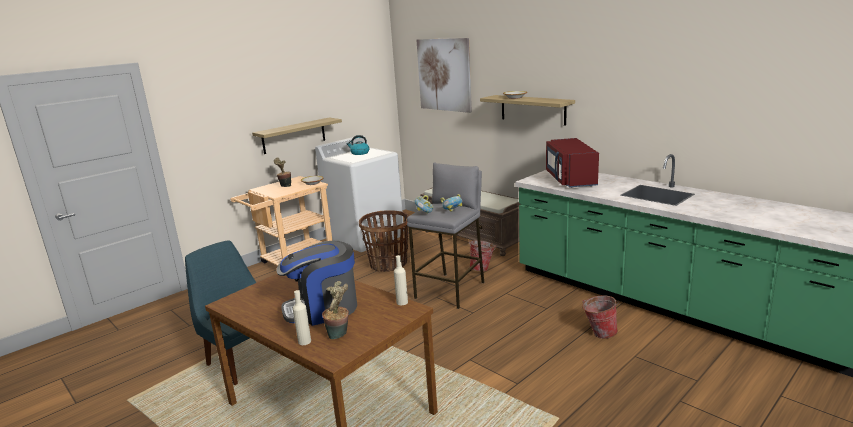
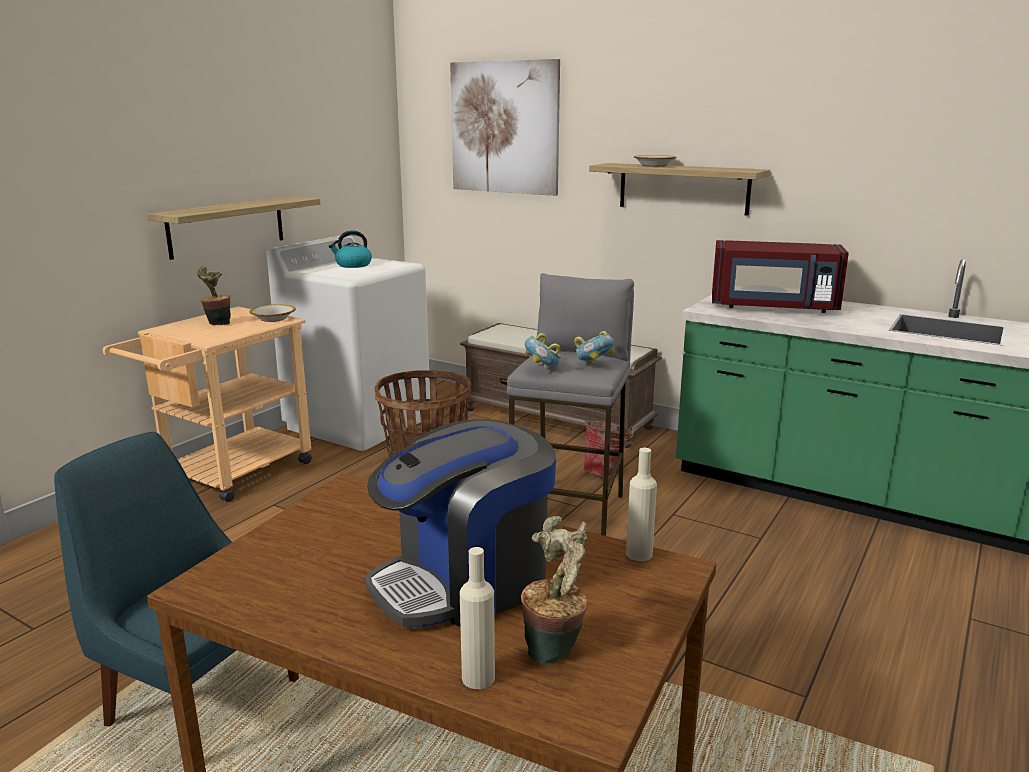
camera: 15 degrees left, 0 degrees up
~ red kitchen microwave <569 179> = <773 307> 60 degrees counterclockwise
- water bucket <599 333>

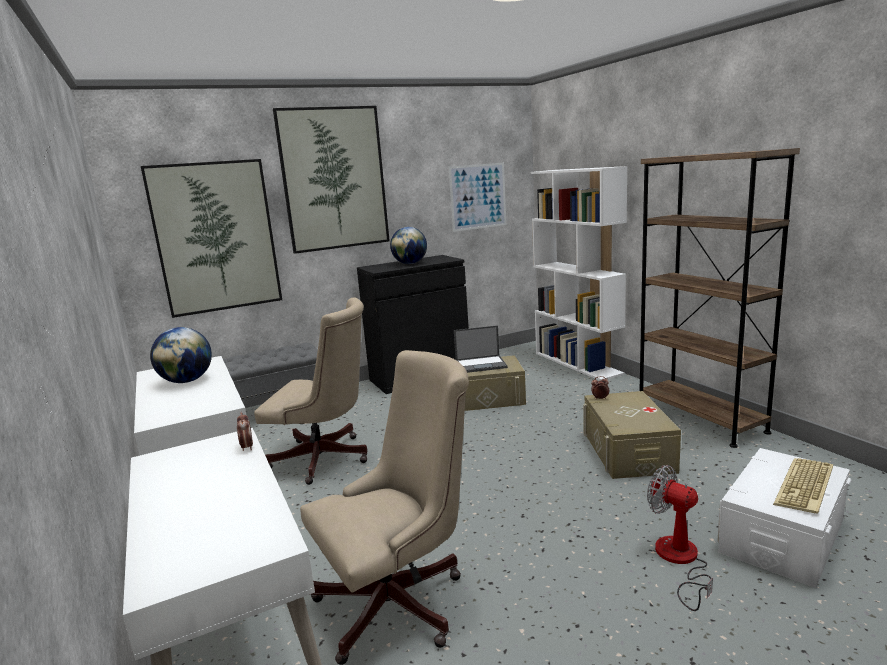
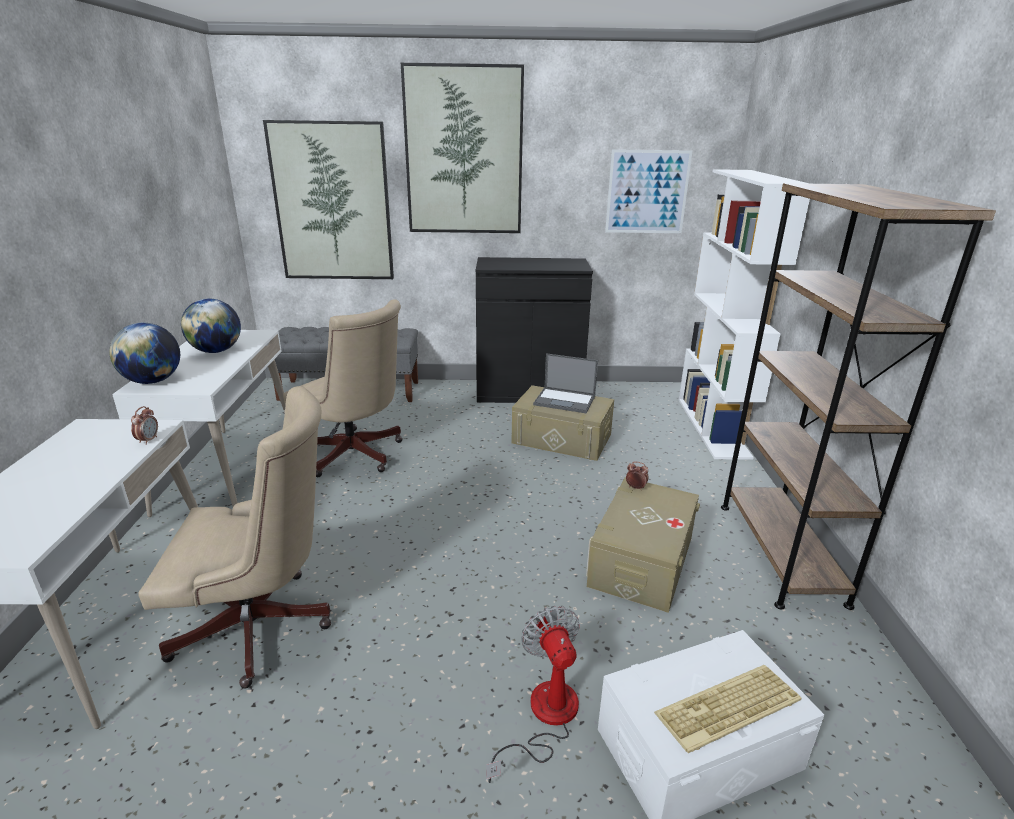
camera: 25 degrees right, 10 degrees up
~ globe <410 263> to <153 381>

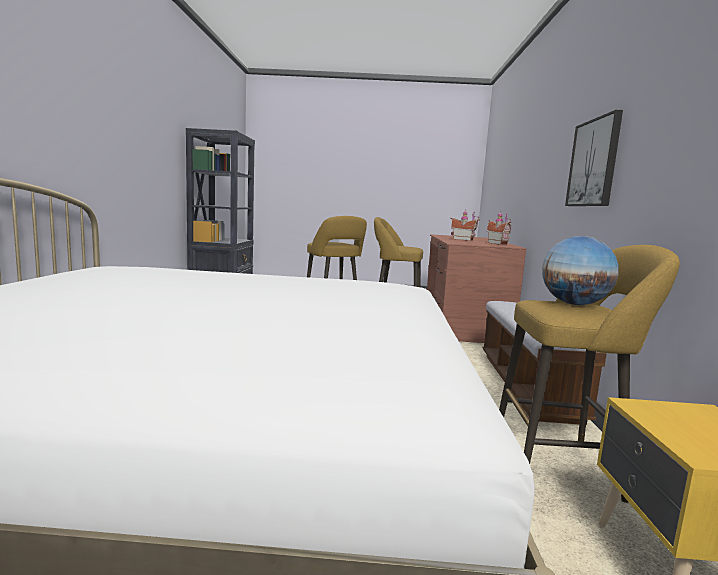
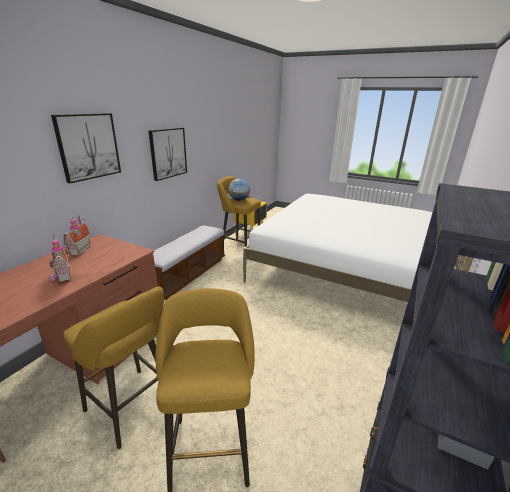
camera: 155 degrees left, 15 degrees up
+ picture <88 146>

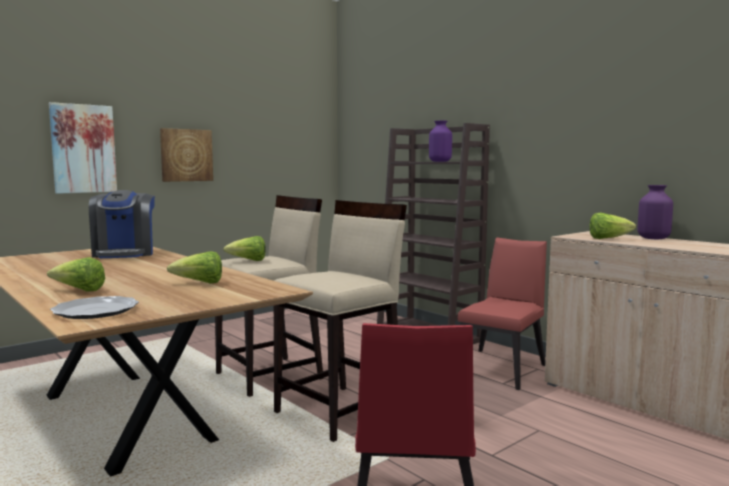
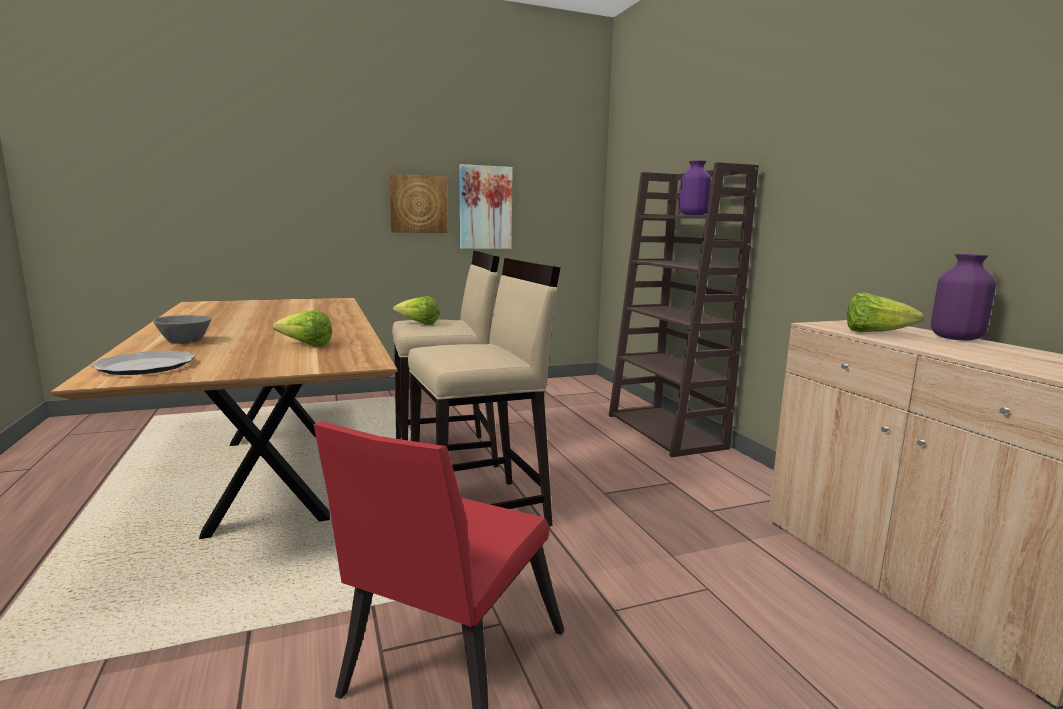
camera: 20 degrees right, 5 degrees up
~ picture <83 149> to <485 207>
- coffee brewer <124 254>
- red chair <501 367>
~ lettuce <79 291> to grey deep dish <184 342>

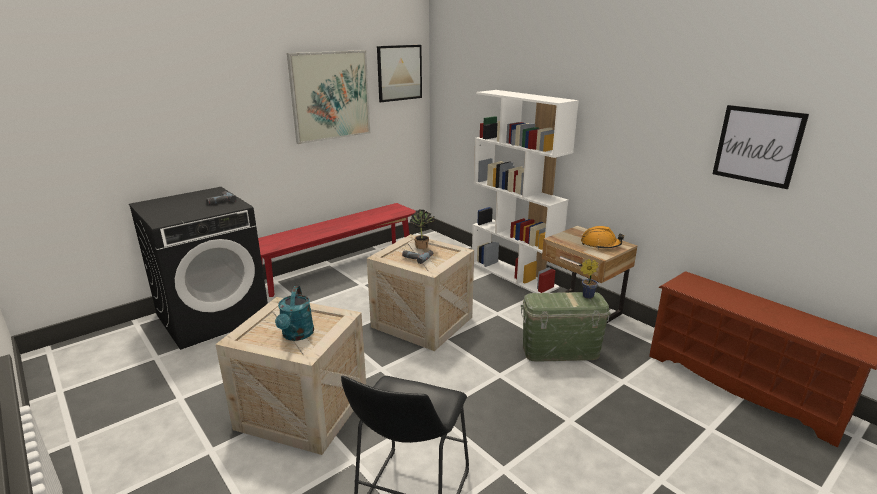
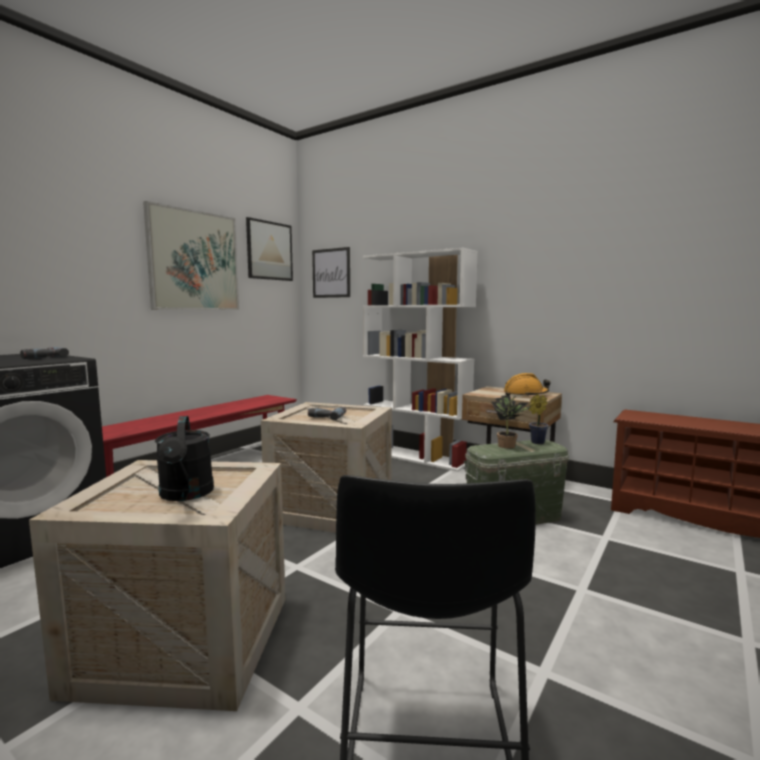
camera: 15 degrees left, 15 degrees down
~ picture <757 146> to <331 273>
~ plant in a pot <423 246> to <509 446>
~ blue-green watering pot <297 335> to black-coloured watering pot <186 494>

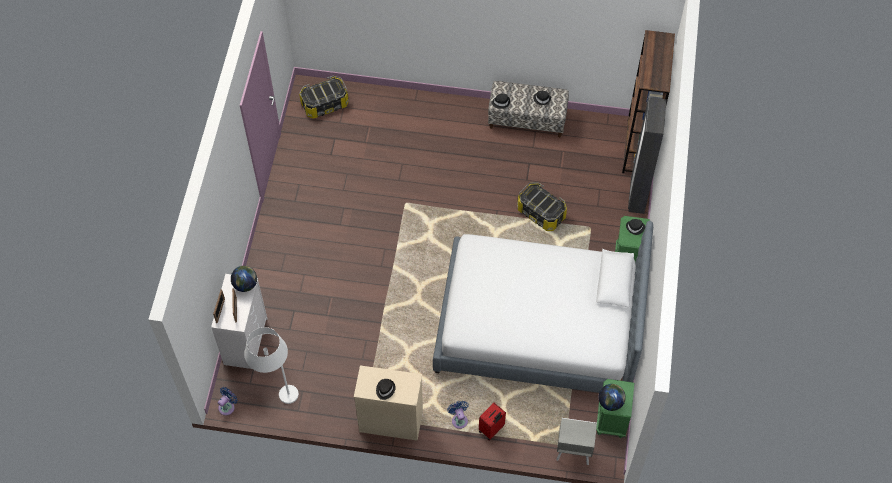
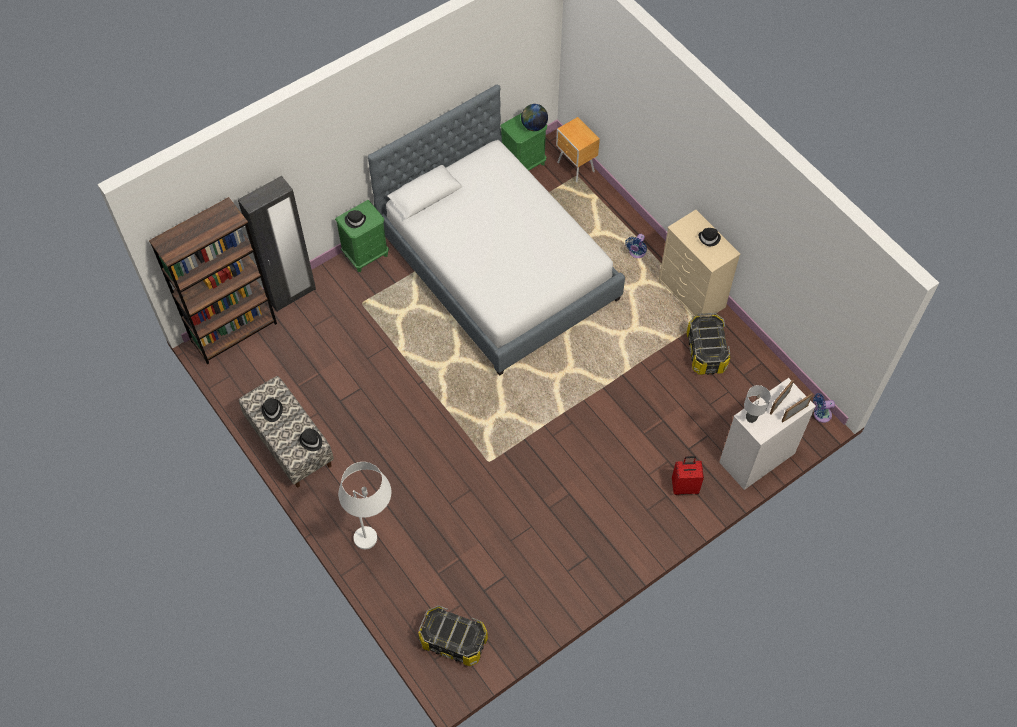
camera: 135 degrees left, 0 degrees up
~ storage bin <541 213> to <705 352>
~ globe <245 284> to grey tabletop lamp <750 418>
~ whitish standing lamp <278 397> to <376 544>
~ red piece of luggage <491 429> to <685 486>
~ grey nightstand <572 451> to brown nightstand <576 168>

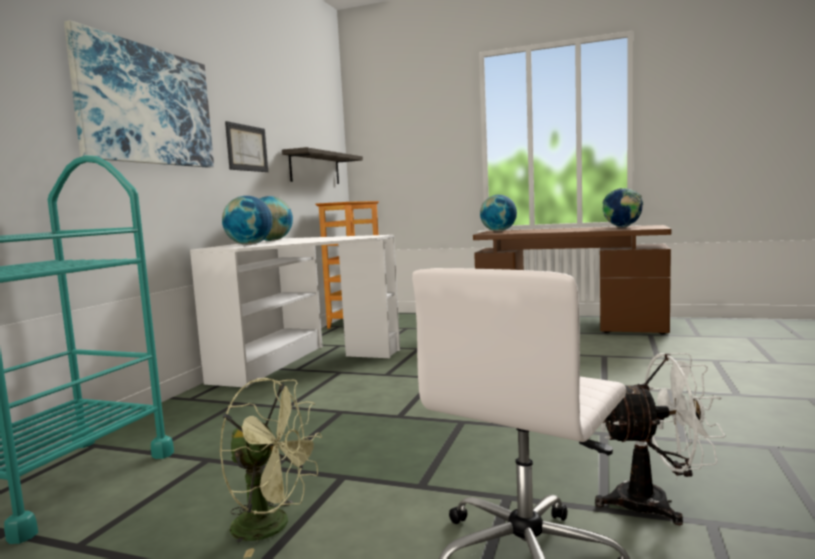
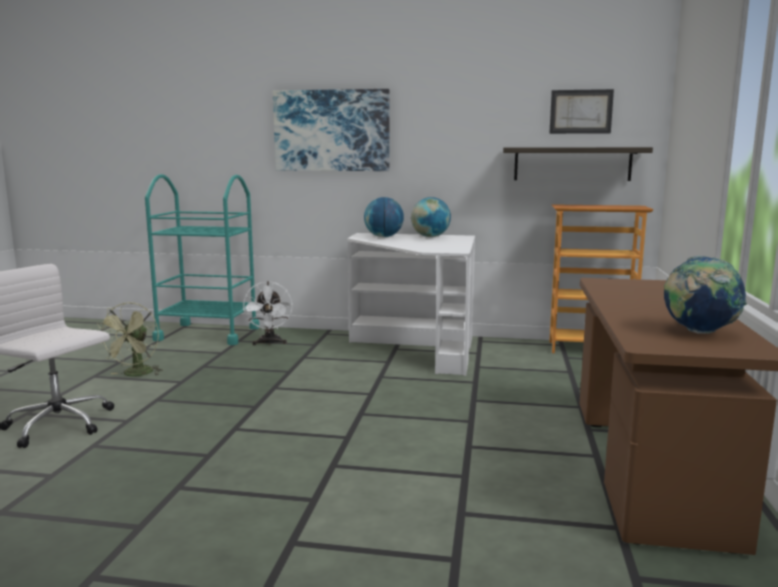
camera: 80 degrees right, 5 degrees up
~ picture <246 148> to <581 111>
- globe <498 231>
~ whitish fan <656 503> to <269 343>

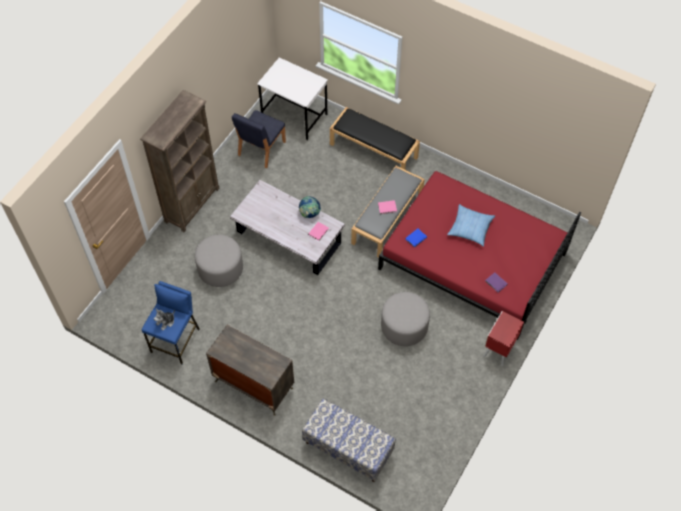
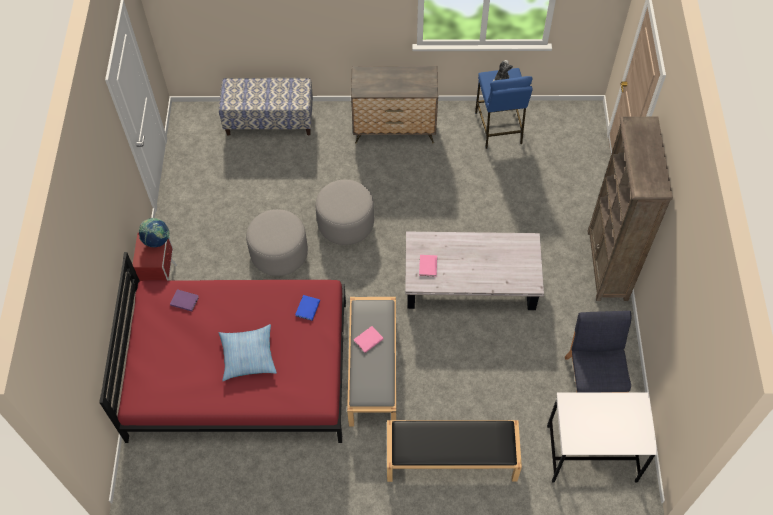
camera: 150 degrees right, 0 degrees up
~ globe <309 214> to <157 241>
~ grey pouffe <220 268> to <345 223>

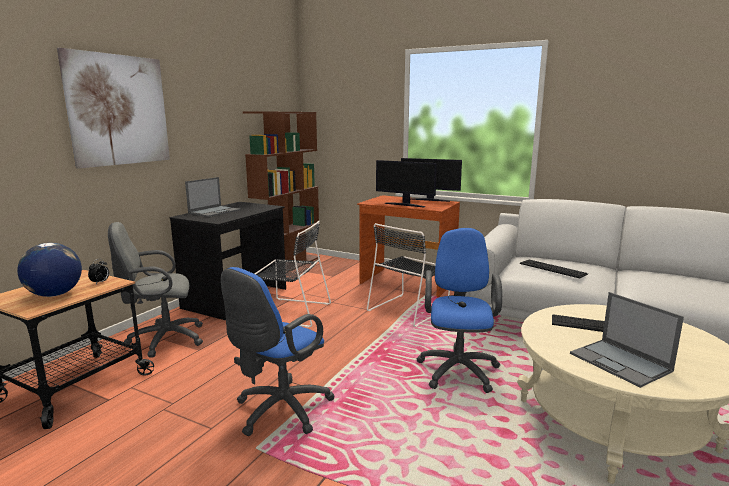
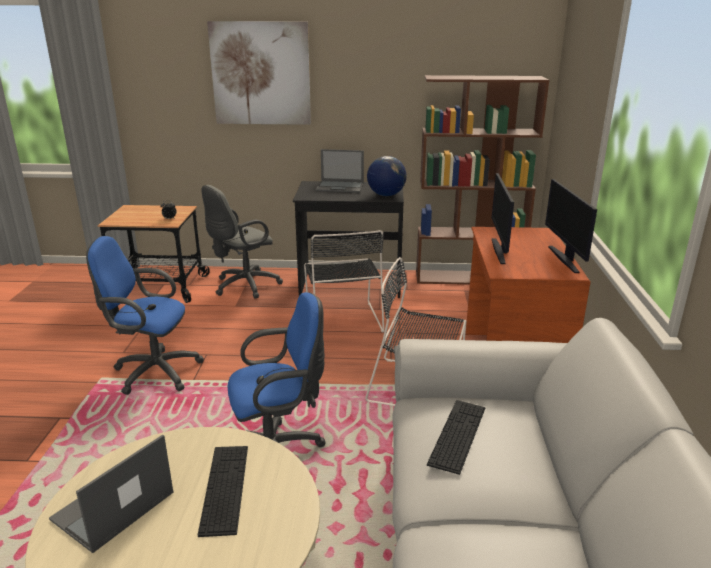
camera: 65 degrees right, 10 degrees up
~ grey desk chair <162 340> = <243 286> 90 degrees counterclockwise
~ globe <54 294> to <386 195>

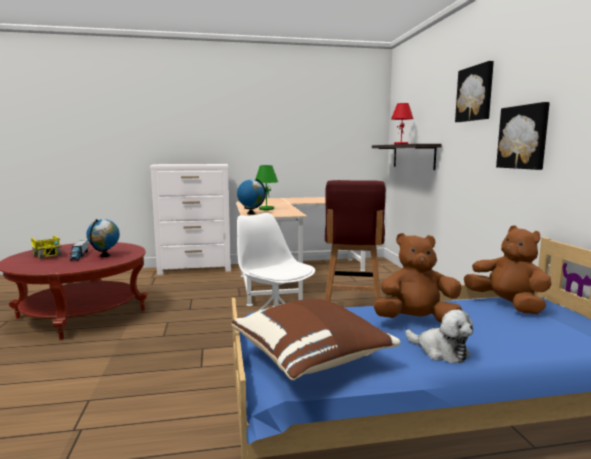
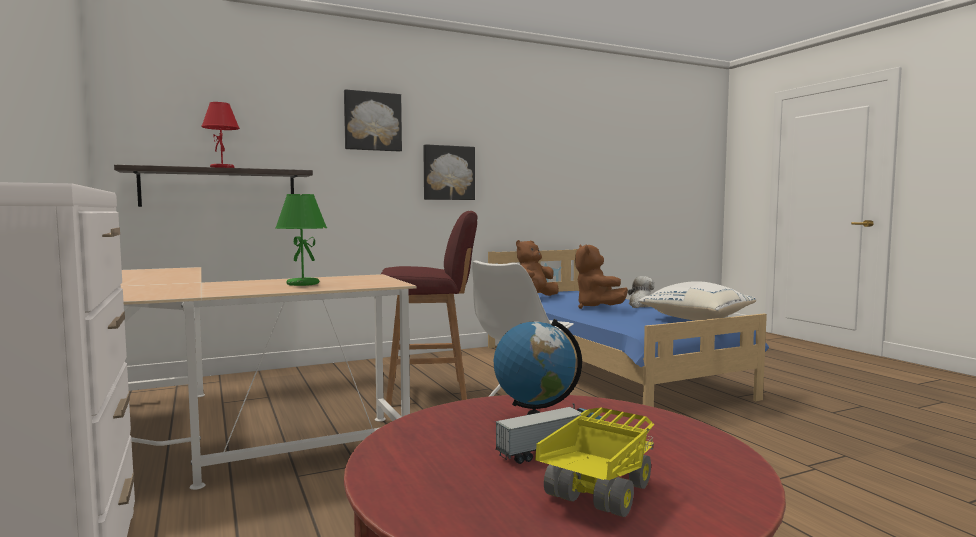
camera: 105 degrees left, 5 degrees down
- globe <251 213>
~ brown cushion <312 359> to whitish cushion <696 319>

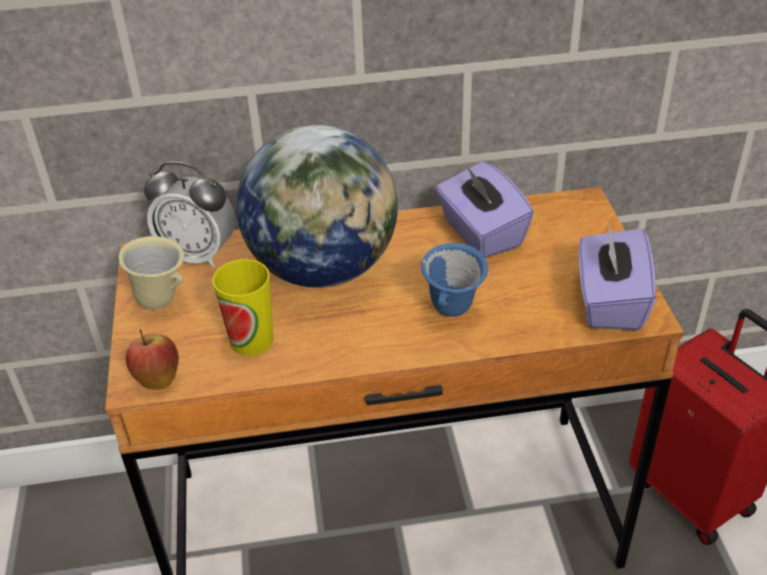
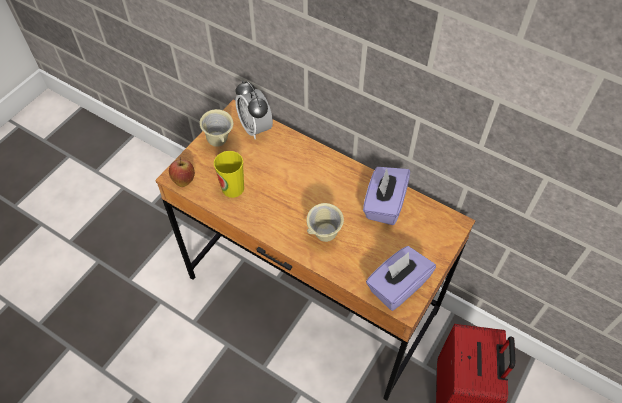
camera: 40 degrees right, 15 degrees up
- globe <324 268>
~ bluish mug <453 312> to sand-coloured mug <324 237>

